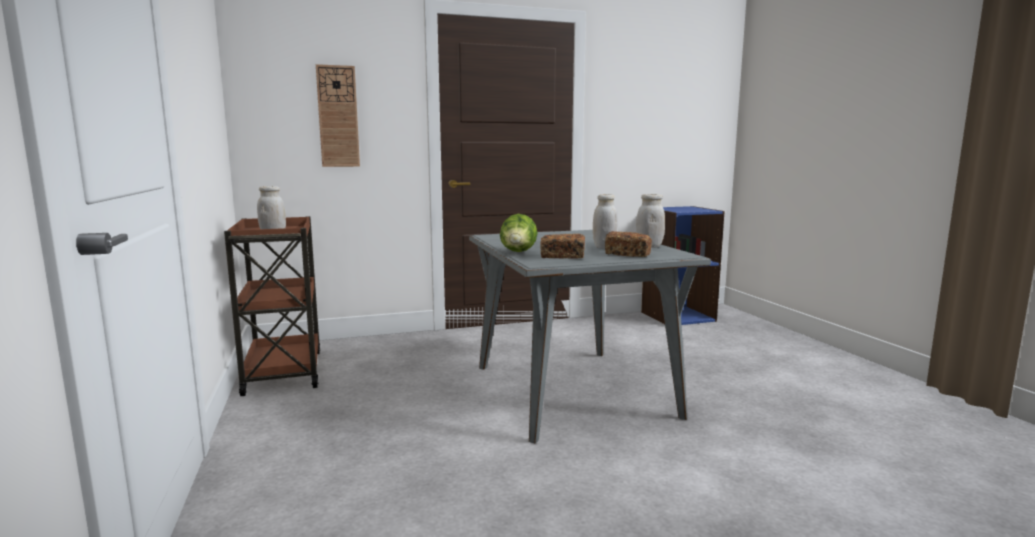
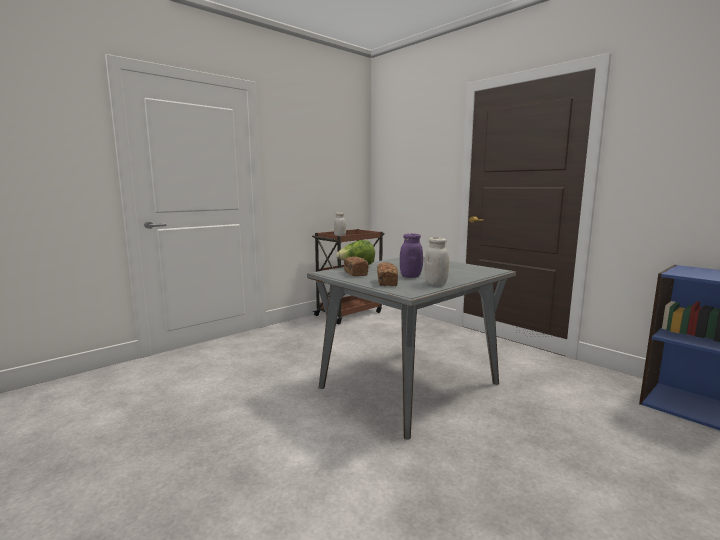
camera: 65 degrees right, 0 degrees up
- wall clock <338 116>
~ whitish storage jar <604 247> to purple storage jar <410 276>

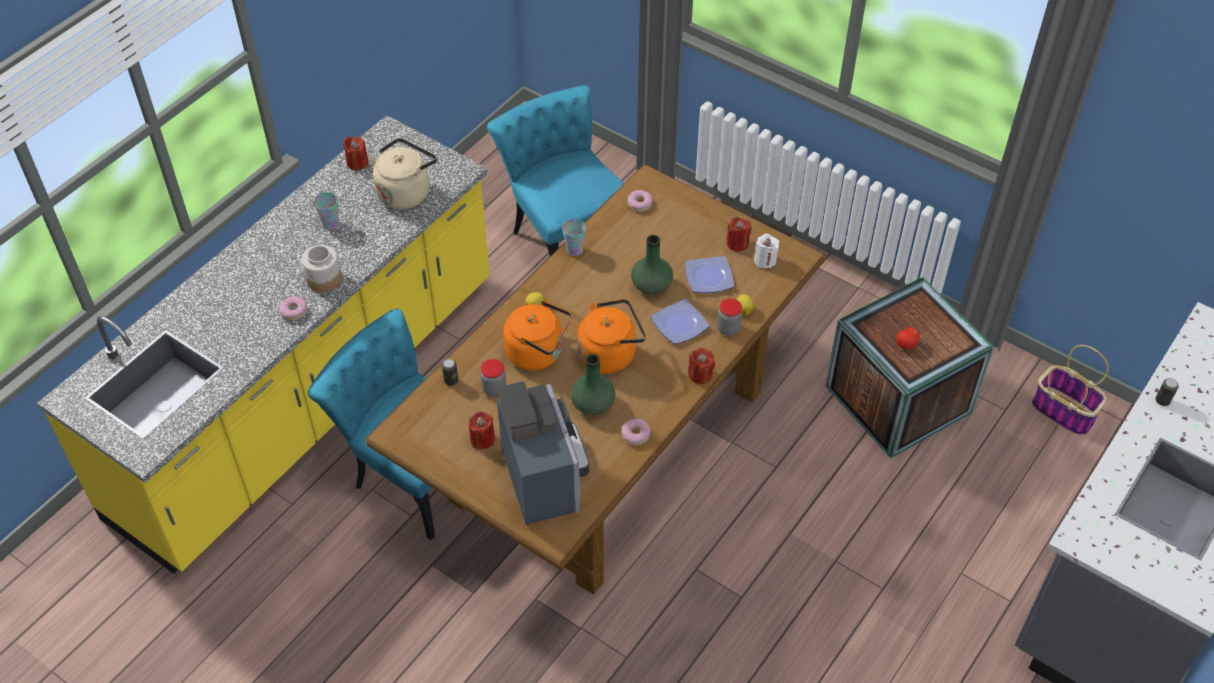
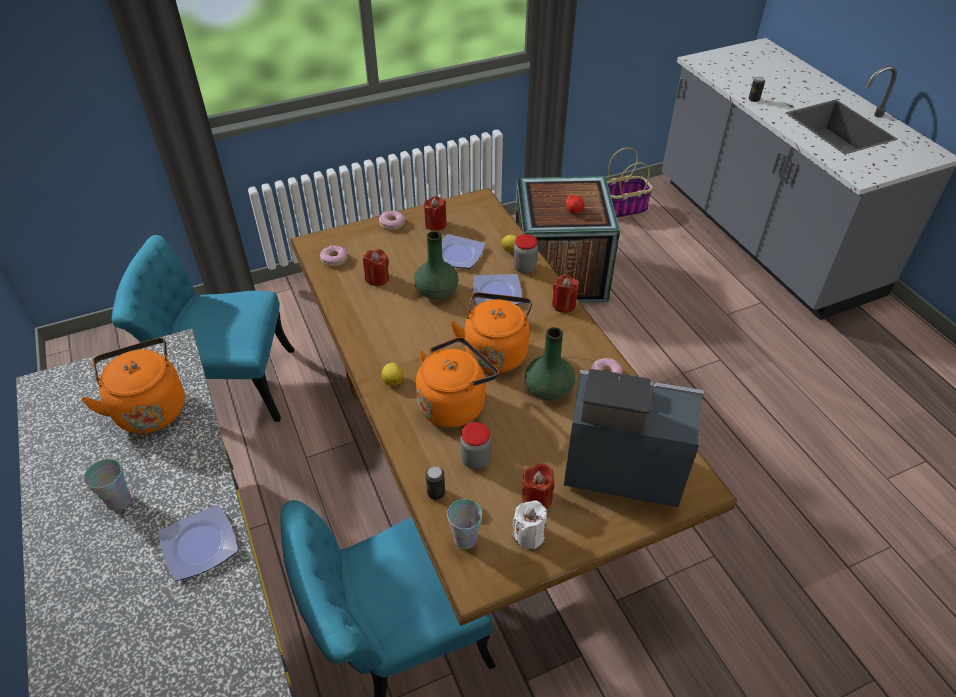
camera: 60 degrees left, 5 degrees down
~ red wax light <357 163> to <377 278>
~ sand-coloured tea kettle <405 192> to orange tea kettle <149 408>
~ small cup <574 250> to <465 539>
~ whitish wax light <765 260> to <529 535>
~ storage jar <324 280> to plate <201 546>
~ donut <294 311> to <392 224>

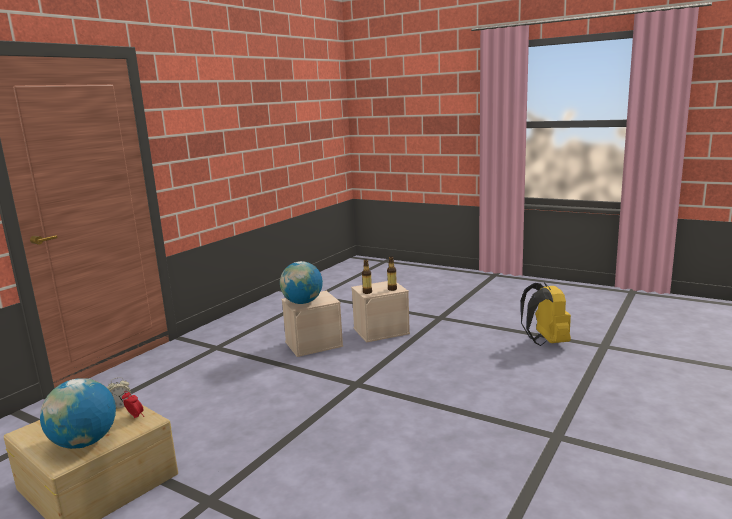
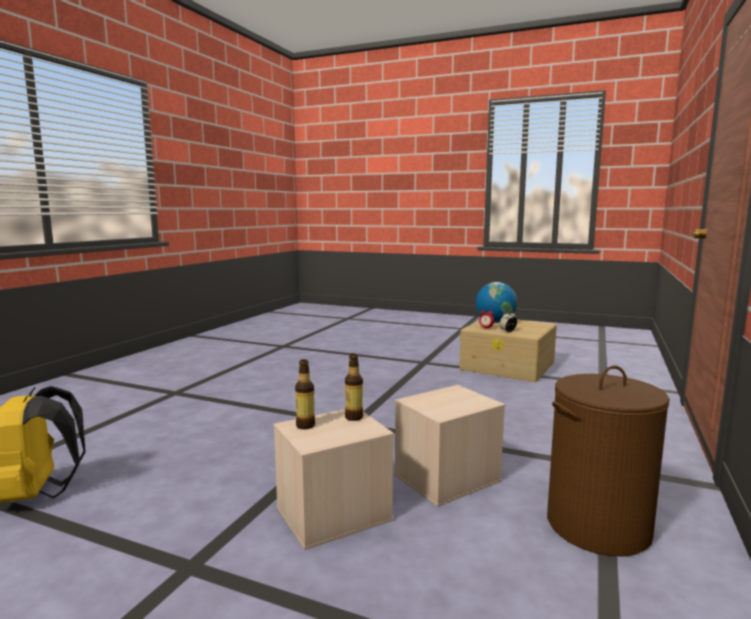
camera: 170 degrees right, 5 degrees down
- globe <302 302>
+ brown washing basket <597 526>

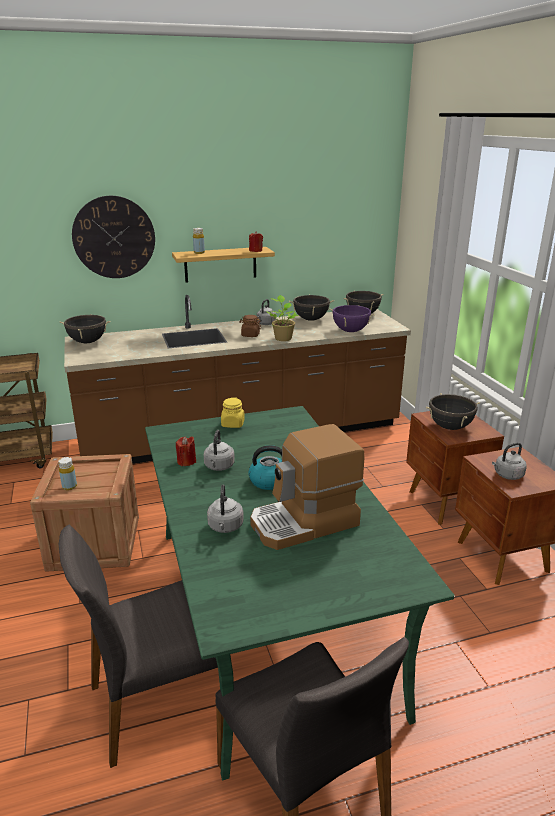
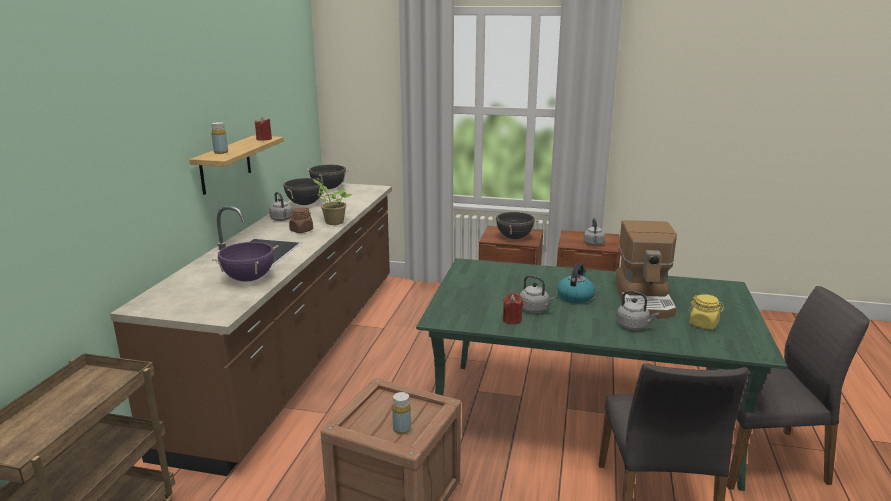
camera: 60 degrees left, 5 degrees down
- wall clock <114 237>
~ purple saucepot <350 331> to <249 279>
- black-coloured saucepot <87 342>
~ yellow storage jar <233 424> to <703 324>

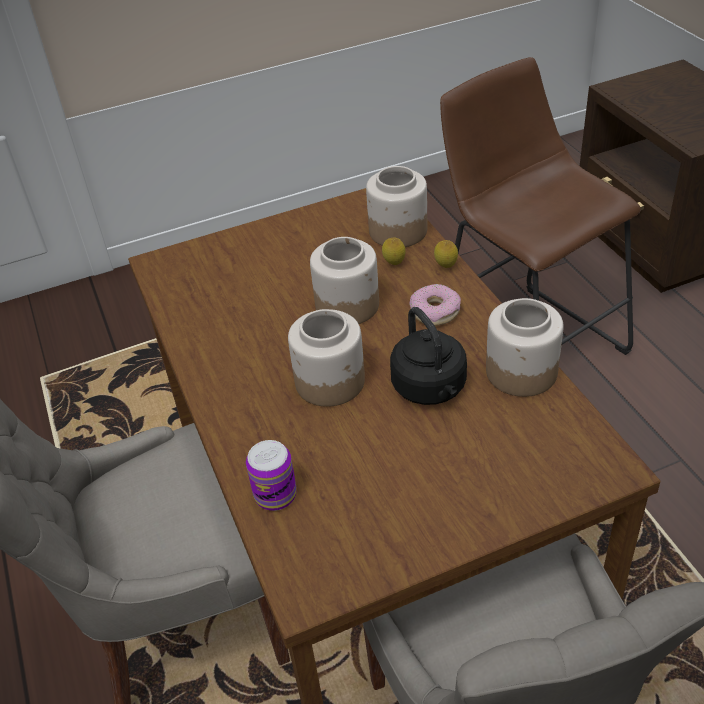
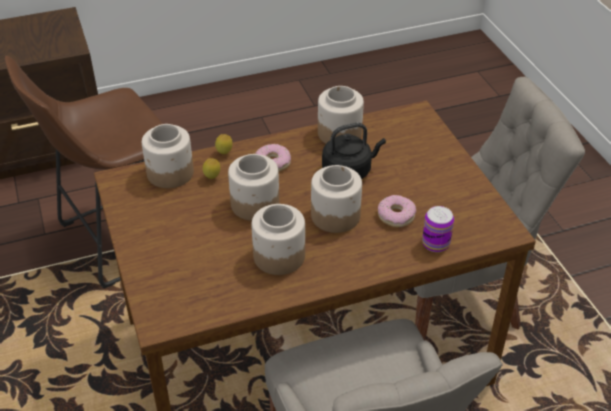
camera: 90 degrees left, 0 degrees up
+ donut <396 216>
+ storage jar <278 256>

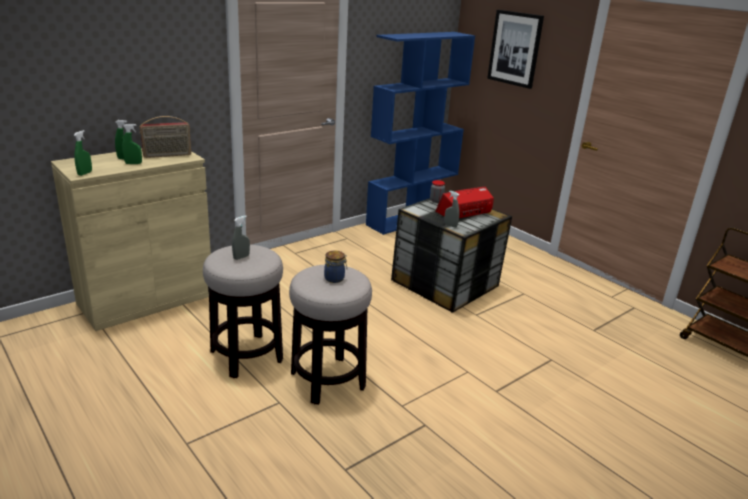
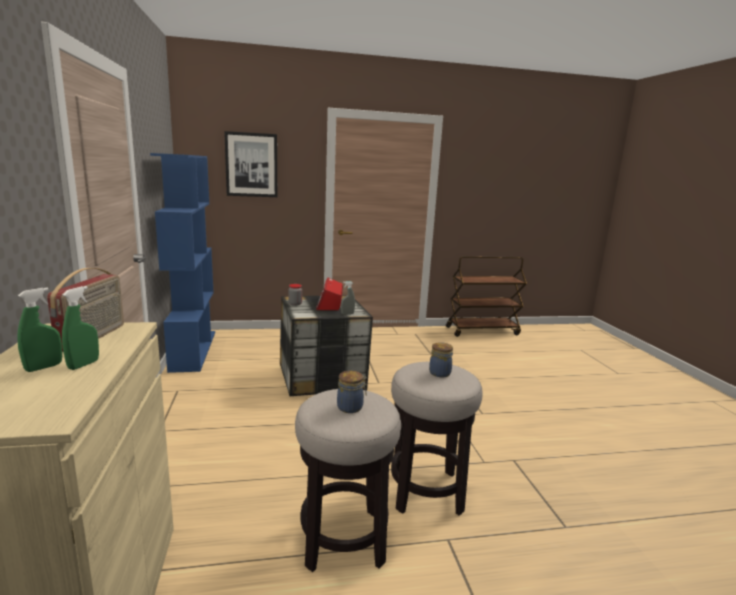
camera: 60 degrees left, 10 degrees down
- green-coloured spray bottle <85 173>
~ grey spray bottle <241 257> to storage jar <351 407>

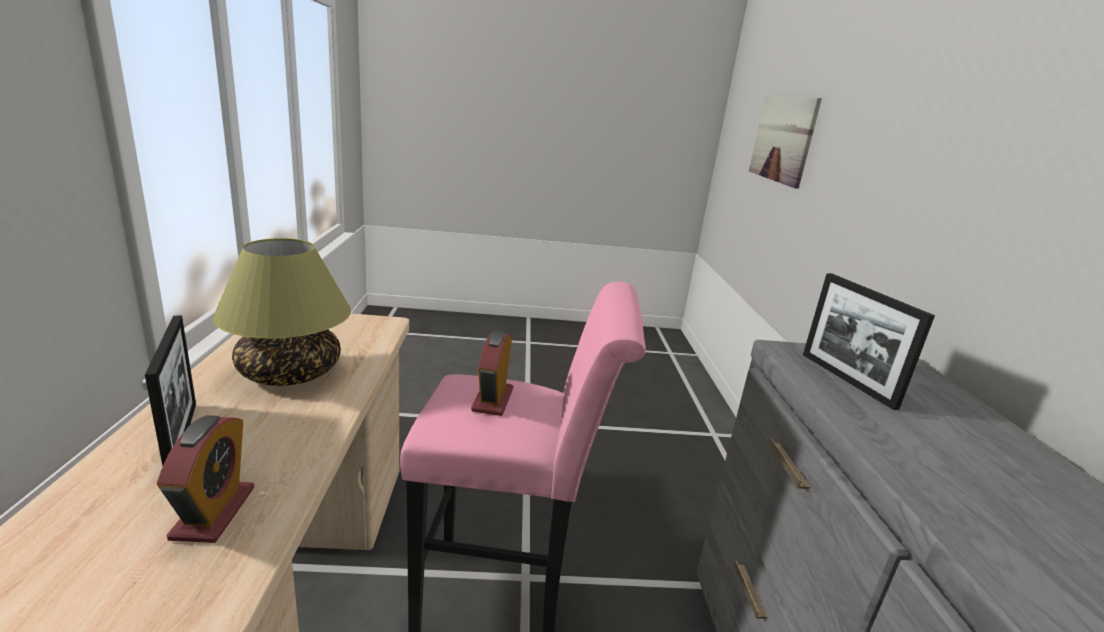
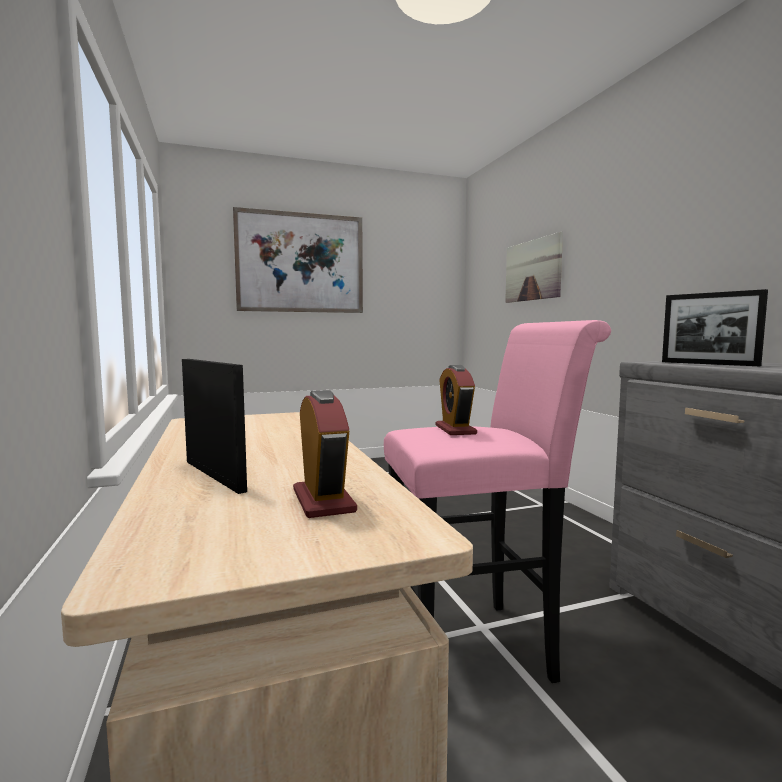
camera: 15 degrees left, 15 degrees down
- tabletop lamp <289 372>
+ picture <301 263>

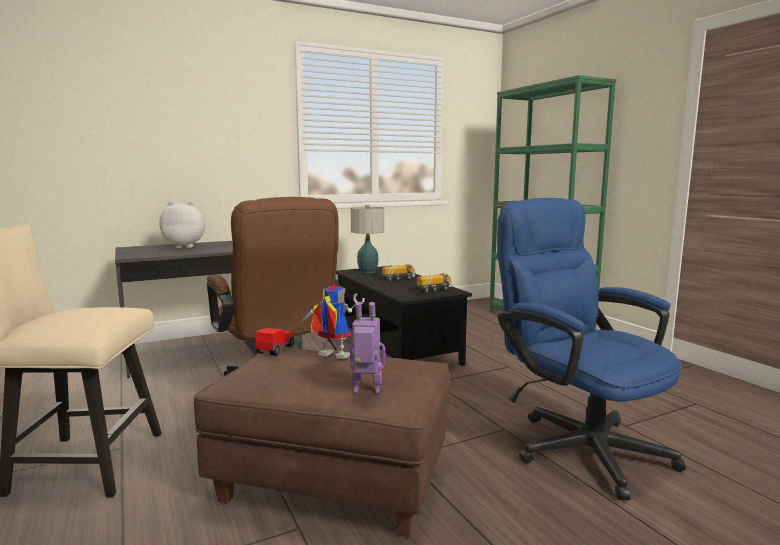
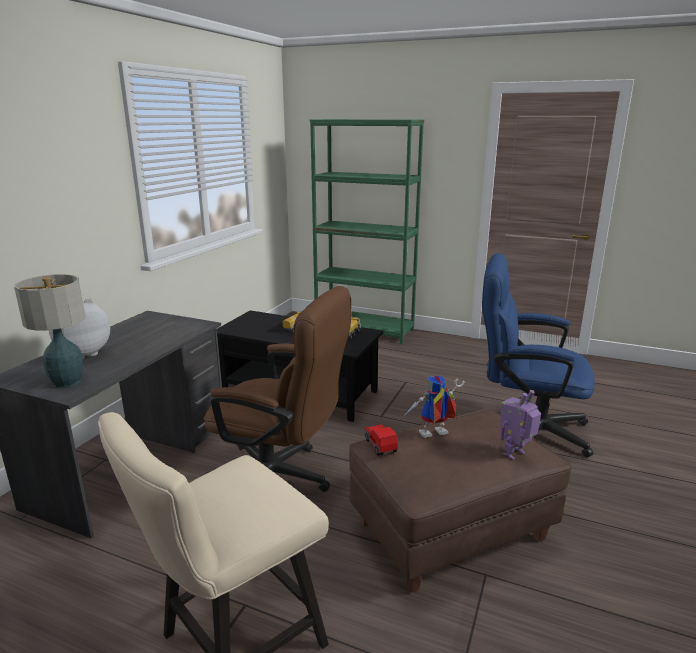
camera: 40 degrees left, 10 degrees up
~ tabletop lamp <367 272> to <67 382>

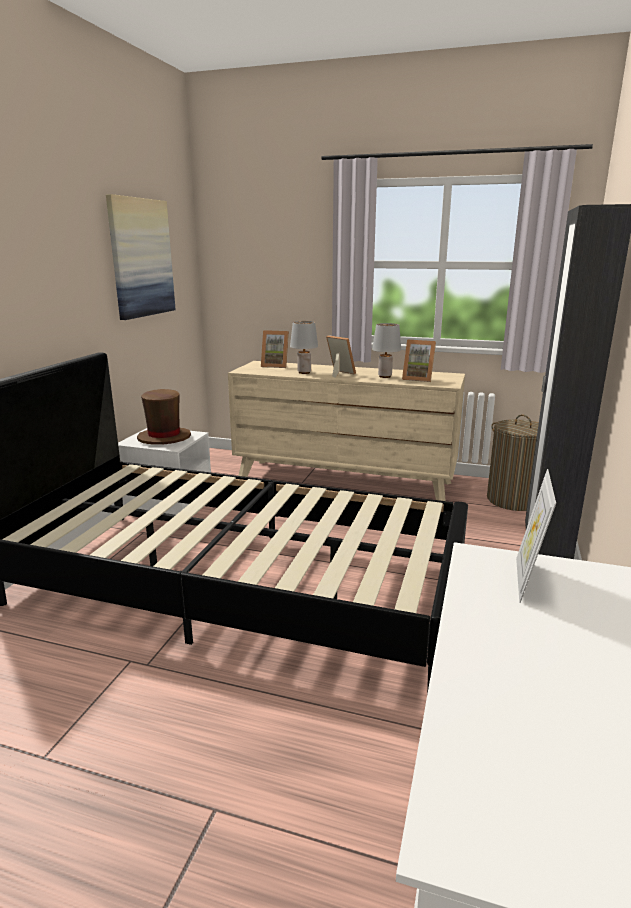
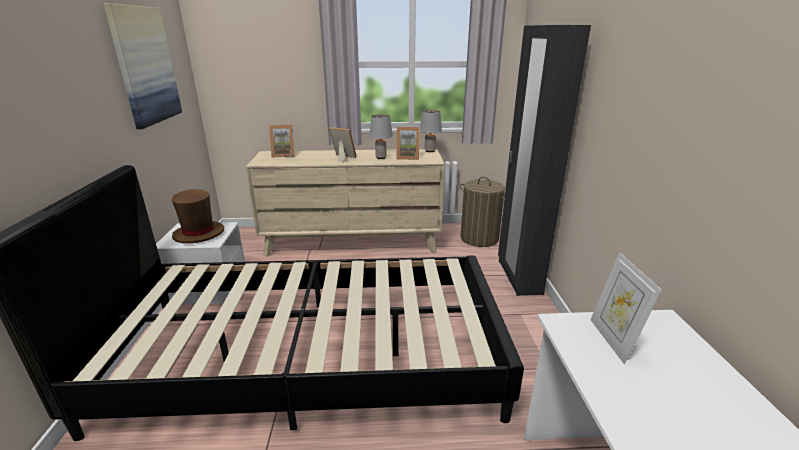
camera: 20 degrees left, 5 degrees up
~ grey tabletop lamp <304 372> to <430 151>

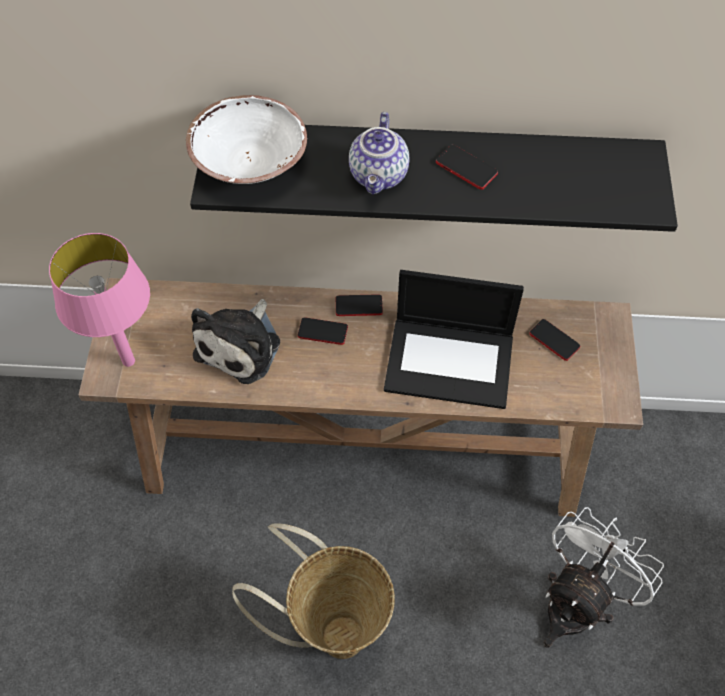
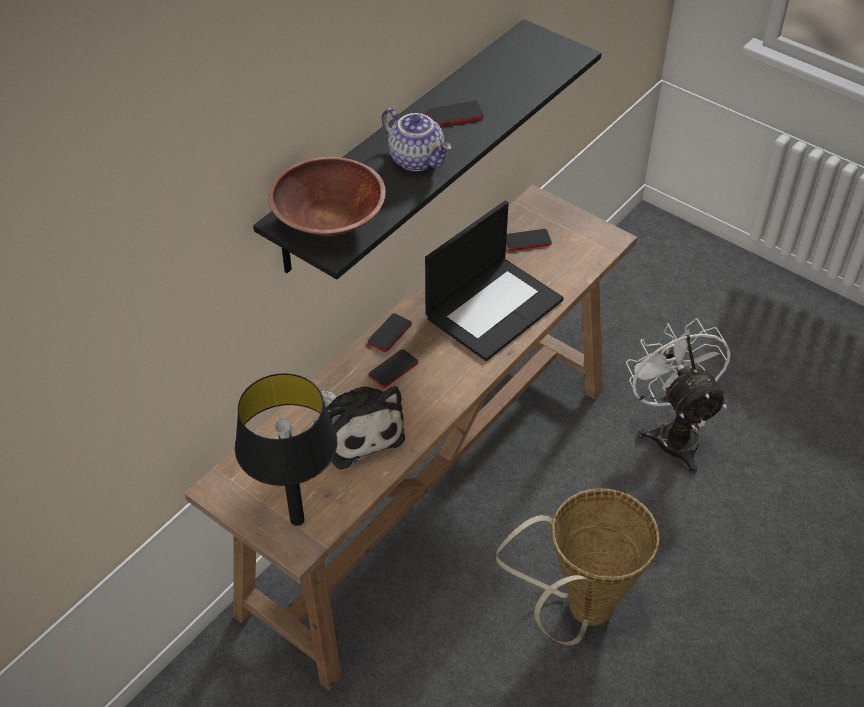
camera: 55 degrees left, 10 degrees down
~ whitish deep dish <249 163> to brown deep dish <329 221>
~ pink-coloured tabletop lamp <129 361> to black-coloured tabletop lamp <298 519>

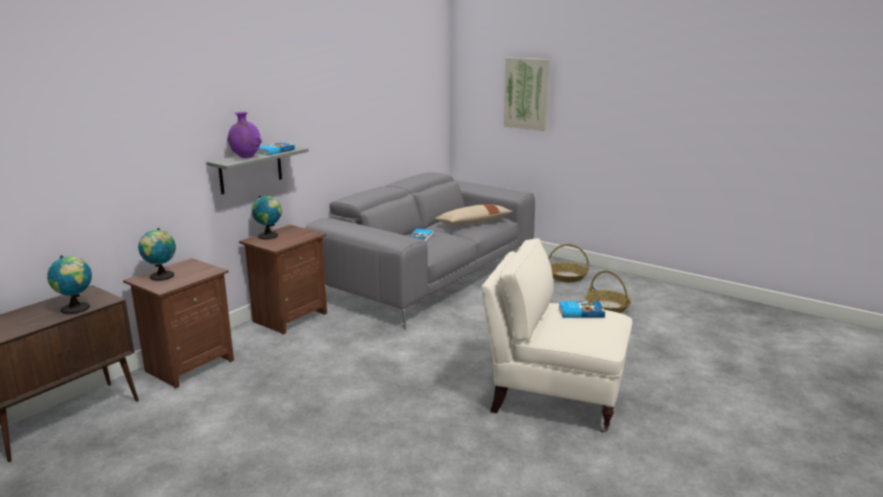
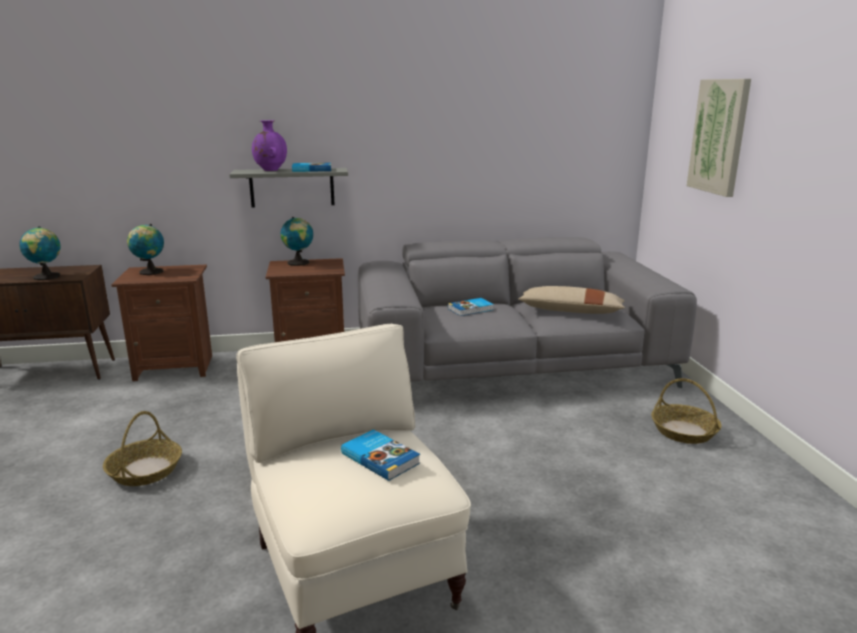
camera: 45 degrees right, 0 degrees up
~ storage basket <607 307> to <145 470>

